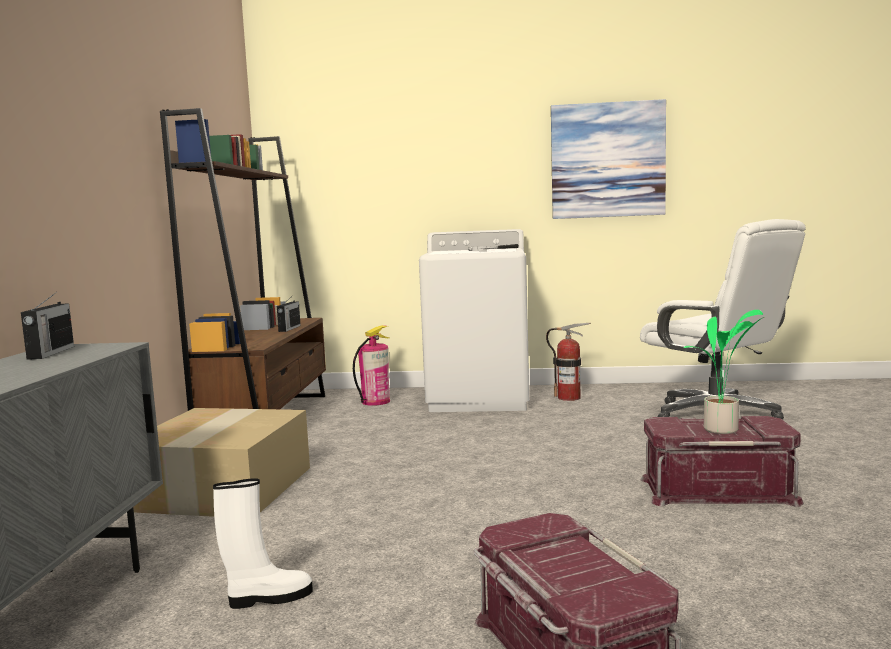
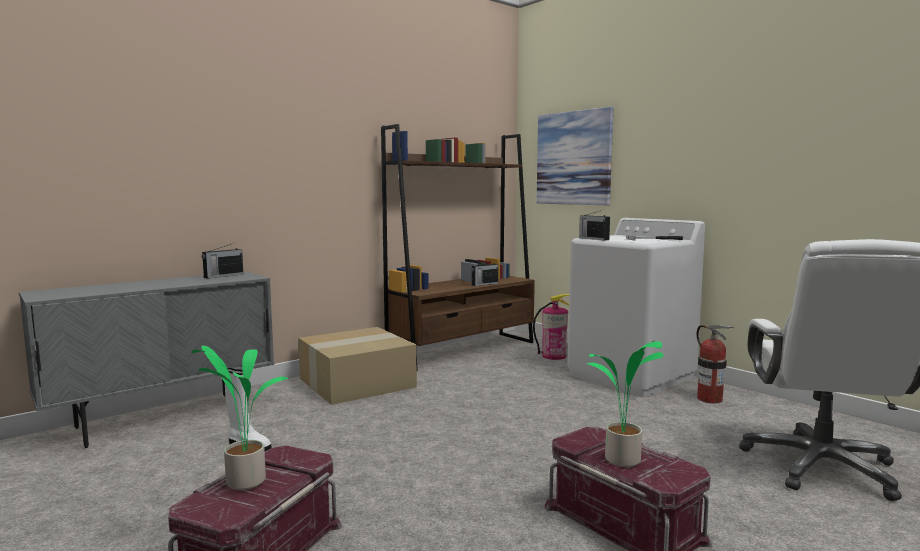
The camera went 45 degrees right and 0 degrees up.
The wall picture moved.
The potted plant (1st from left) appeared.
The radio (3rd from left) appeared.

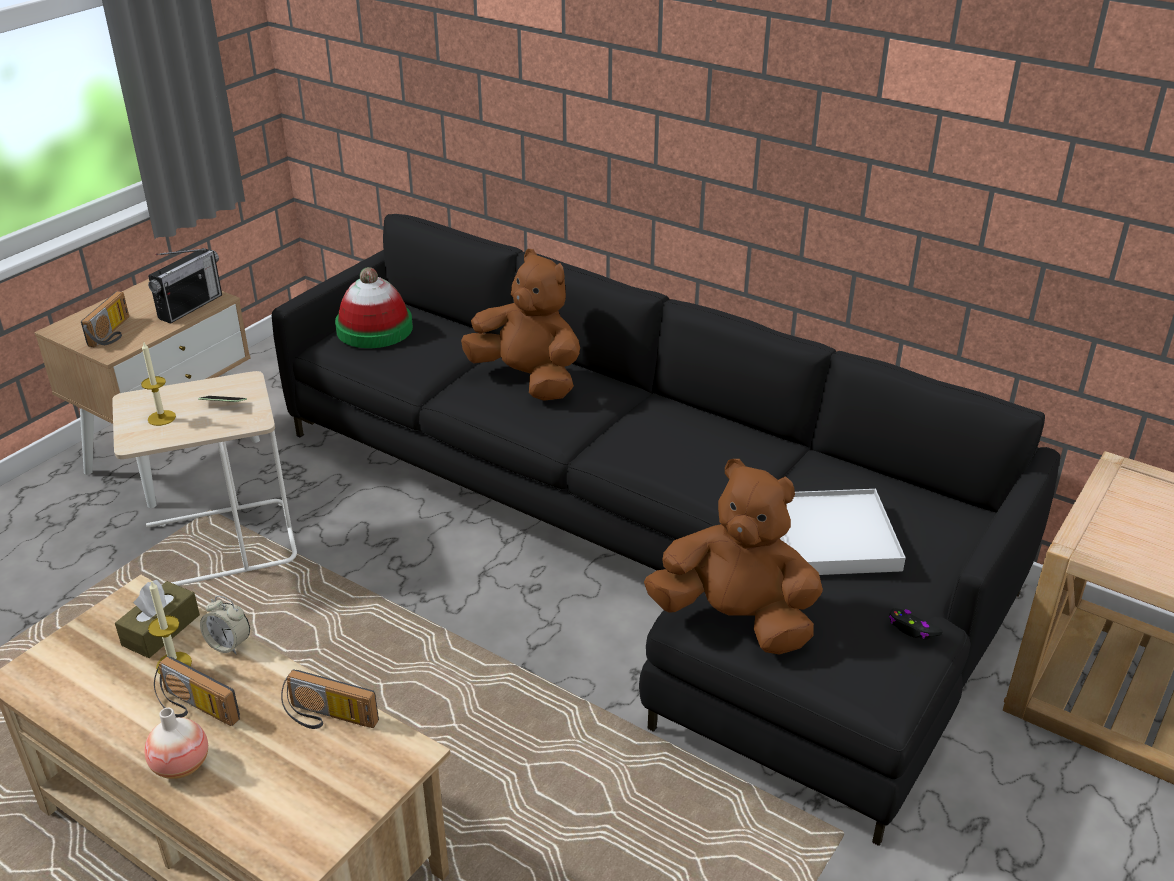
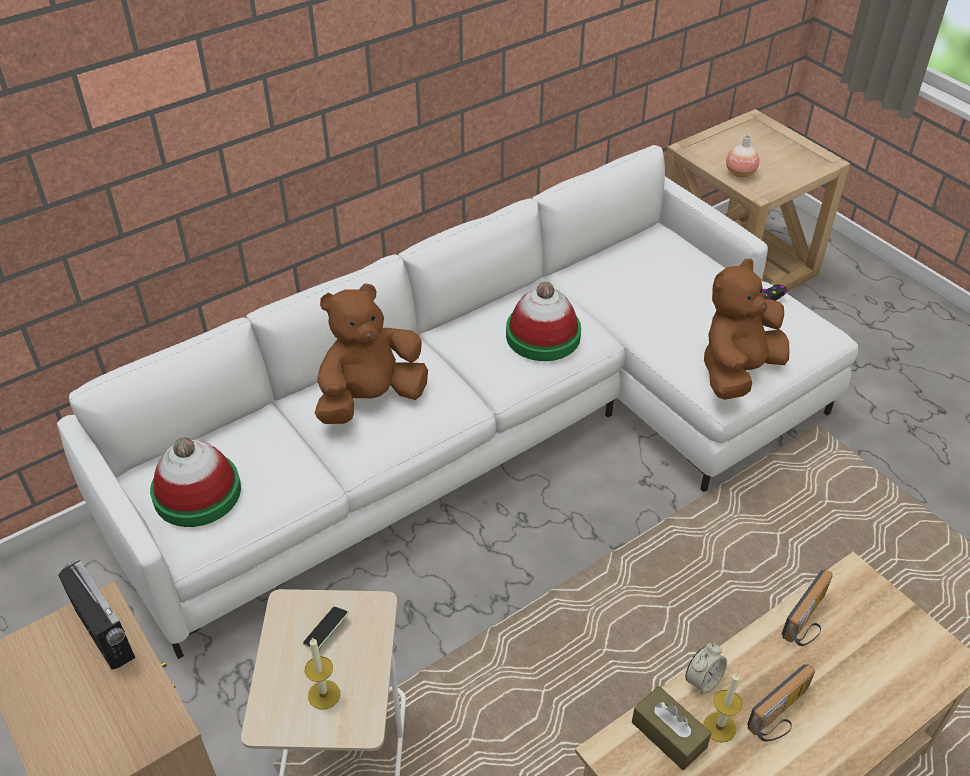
The camera went 70 degrees left and 10 degrees up.
The radio (1st from left) disappeared.
The vase moved.
The sofa (black) became the sofa (white).
The serving tray (white) disappeared.
The hat (2nd from left) appeared.

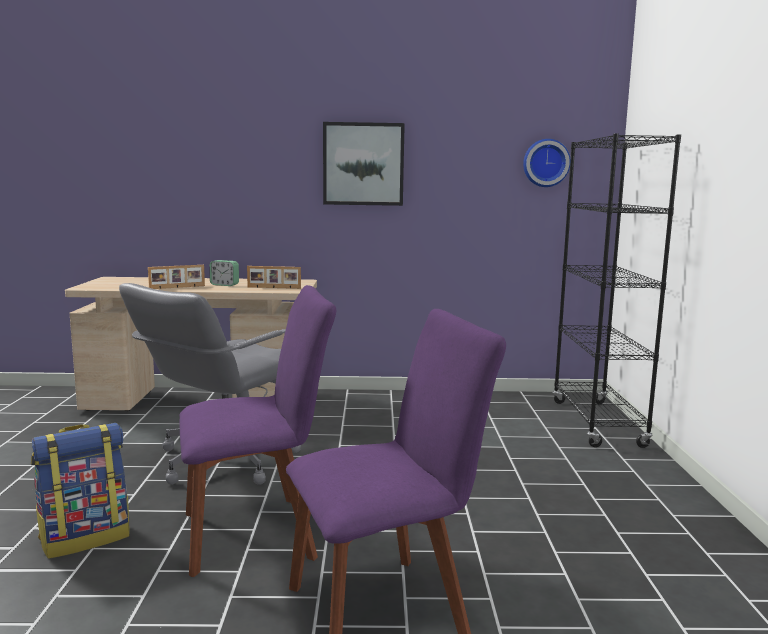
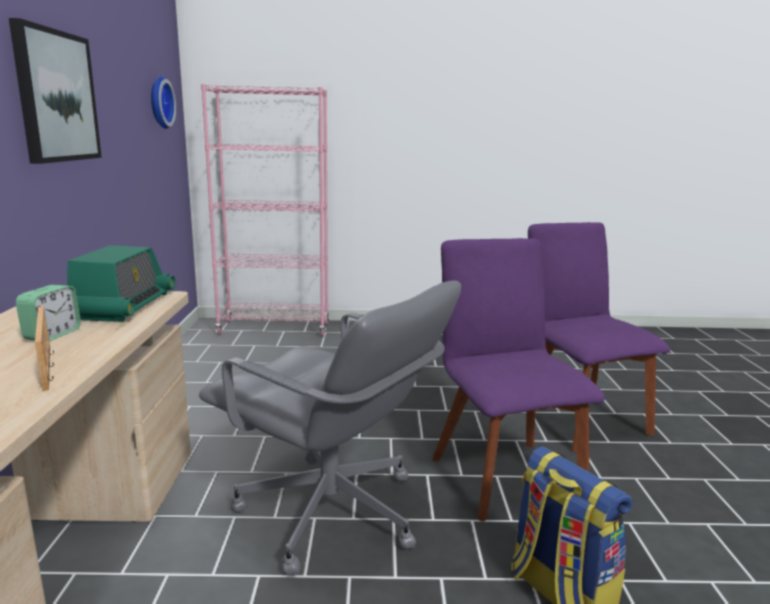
The camera went 90 degrees left and 5 degrees up.
The standing frame (2nd from left) was replaced by the radio.
The bookshelf (black) became the bookshelf (pink-coloured).

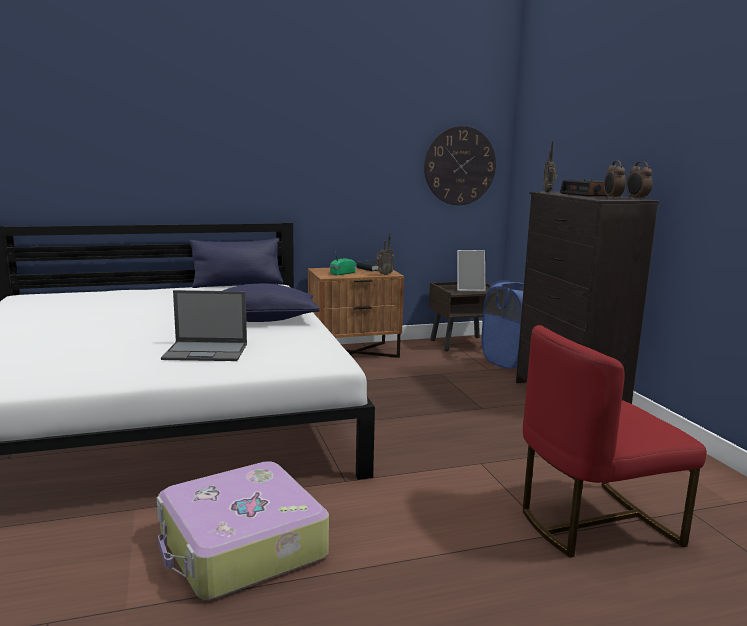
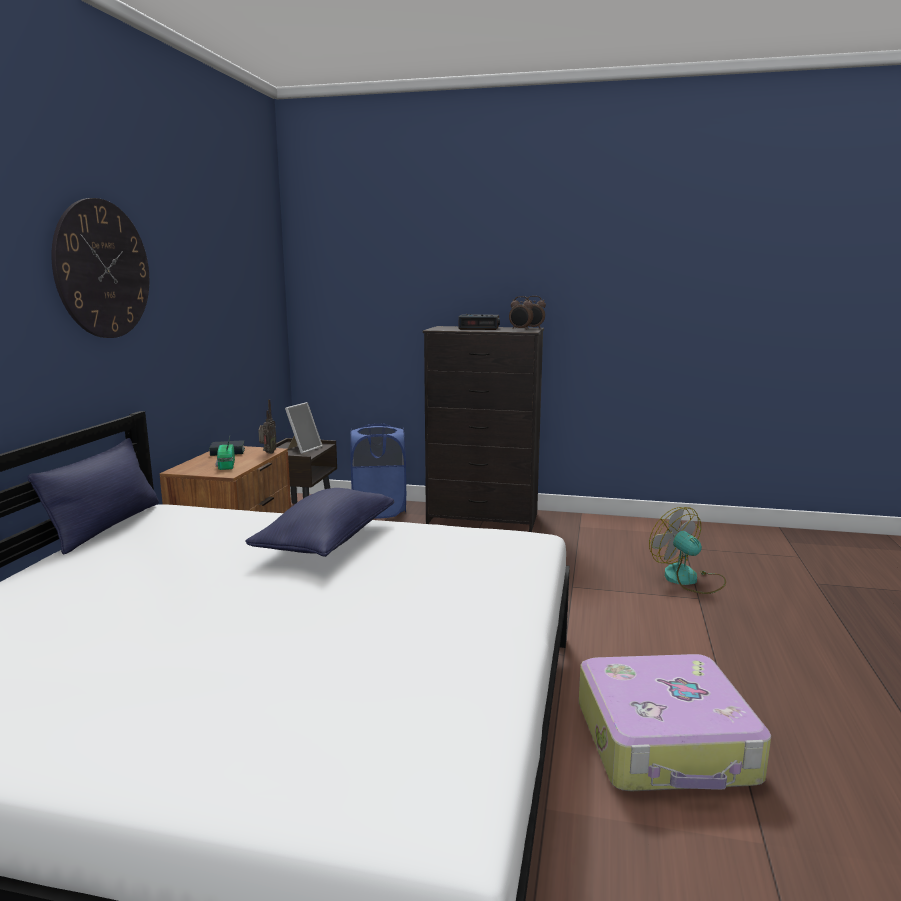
The camera went 60 degrees left and 0 degrees up.
The portable computer disappeared.
The clock on the wall moved.
The plain chair (red) was replaced by the fan.
The radio (3rd from left) disappeared.

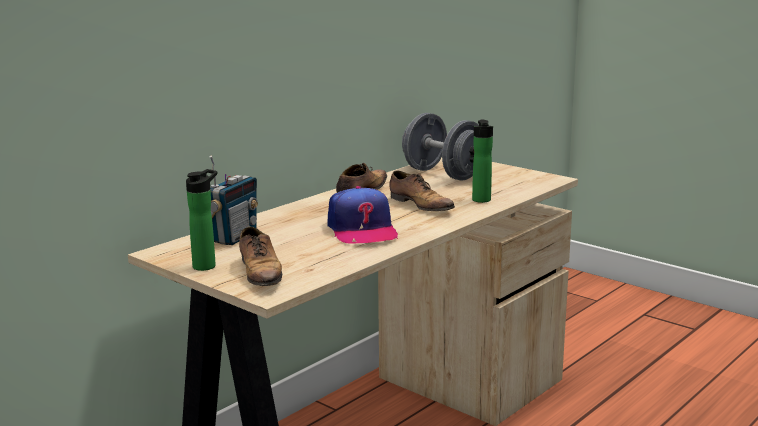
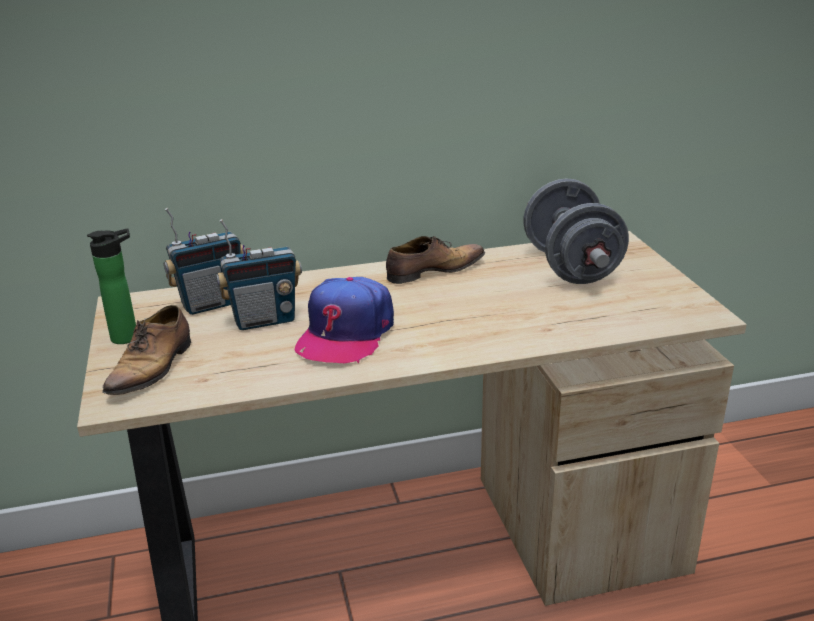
The camera went 35 degrees right and 10 degrees up.
The shoe (3rd from left) disappeared.
The drink bottle (2nd from left) disappeared.
The radio (2nd from left) appeared.

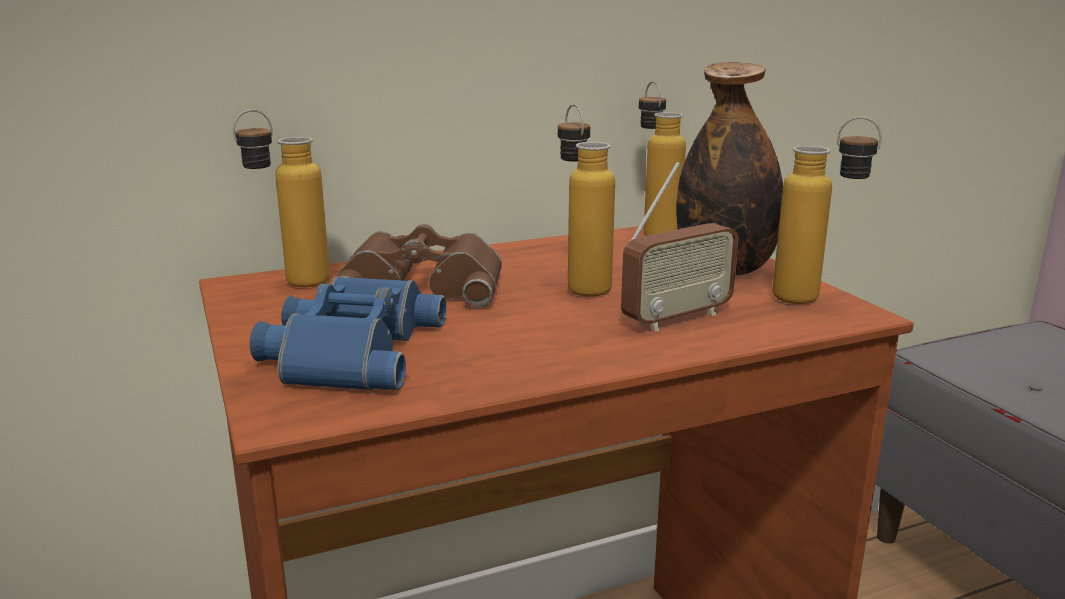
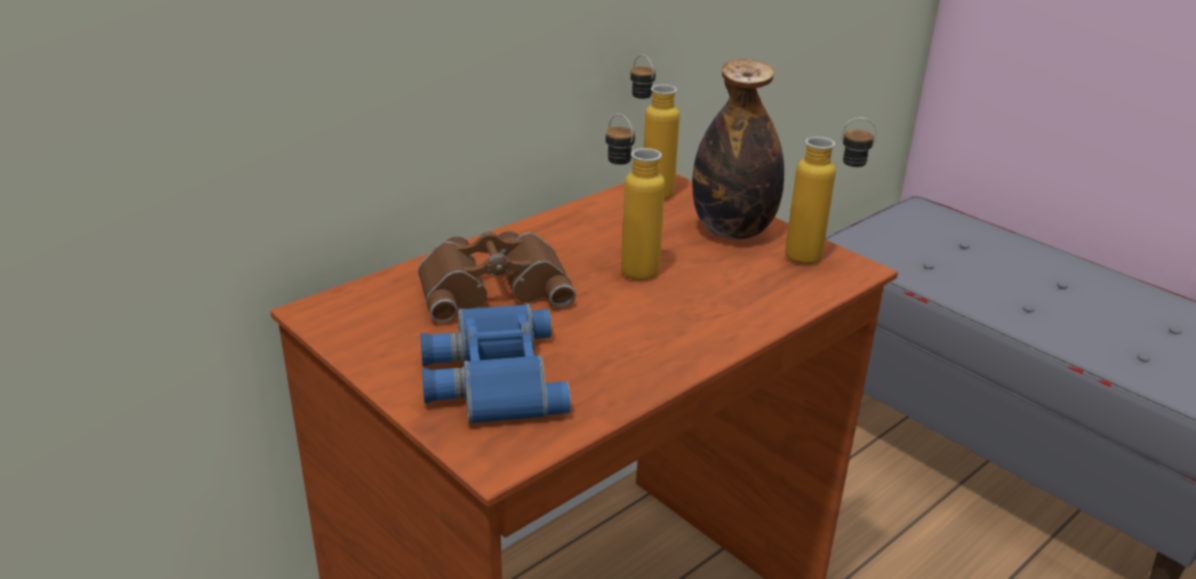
The camera went 20 degrees left and 10 degrees up.
The drink bottle (1st from left) disappeared.
The radio disappeared.

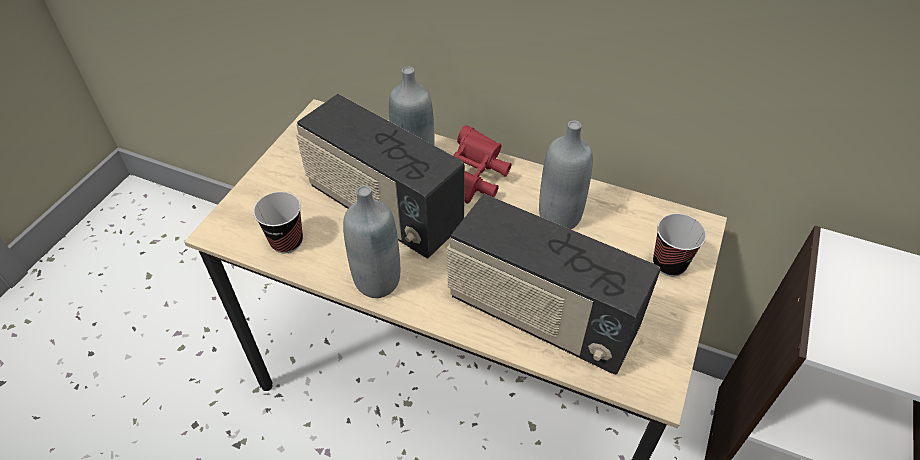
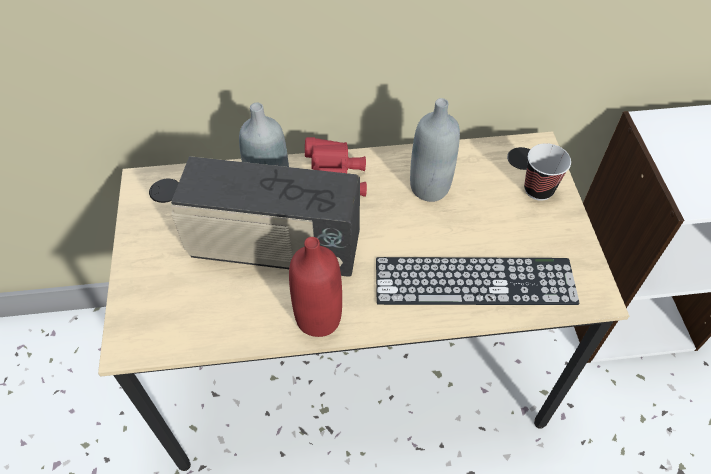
The camera went 30 degrees left and 5 degrees up.
The drinking cup (1st from left) disappeared.
The drink bottle (greyish) (1st from left) became the drink bottle (red).
The radio (2nd from left) was replaced by the PC keyboard.

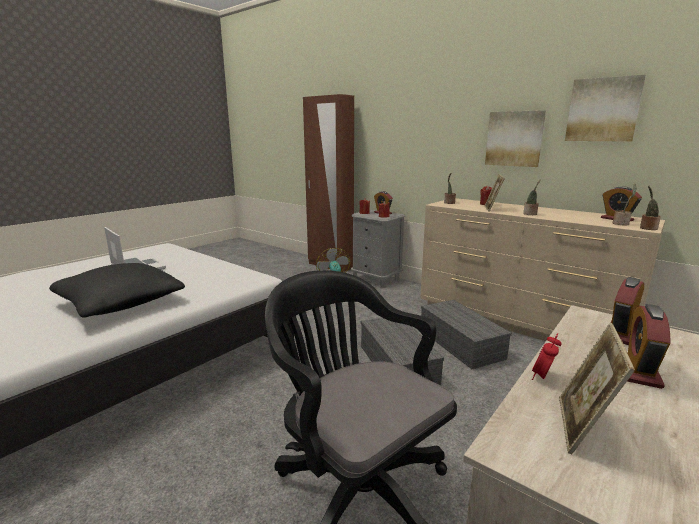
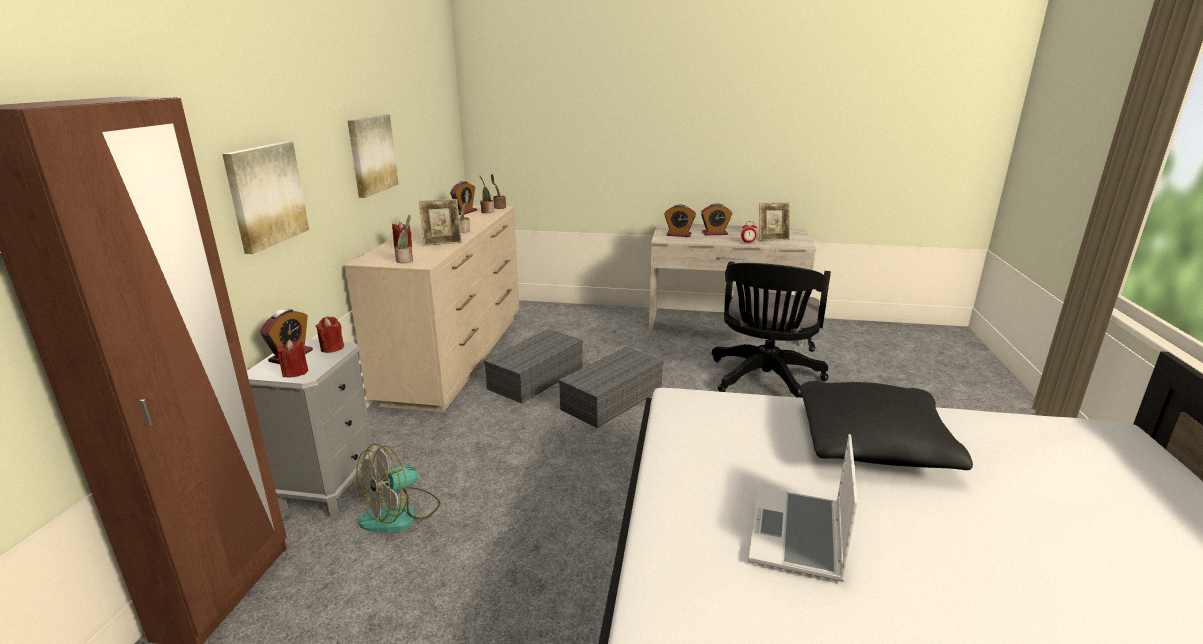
The camera went 120 degrees left and 5 degrees up.
The wall picture (2nd from left in the first image) moved.

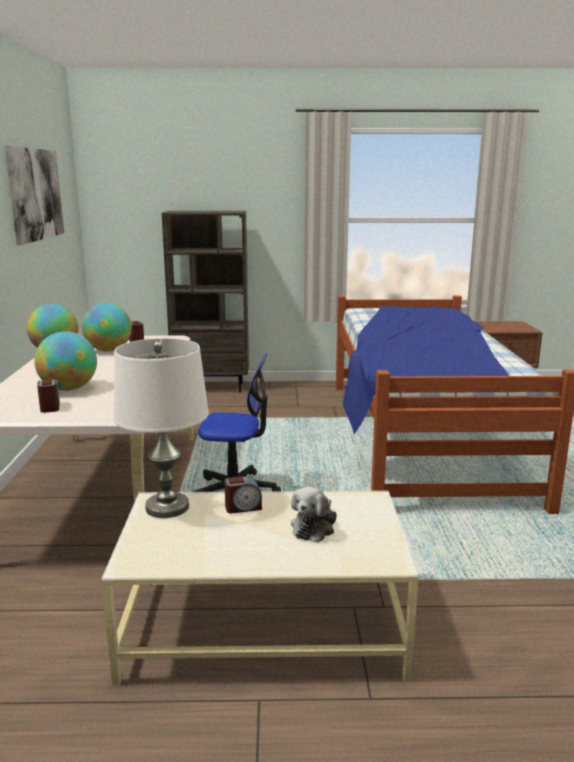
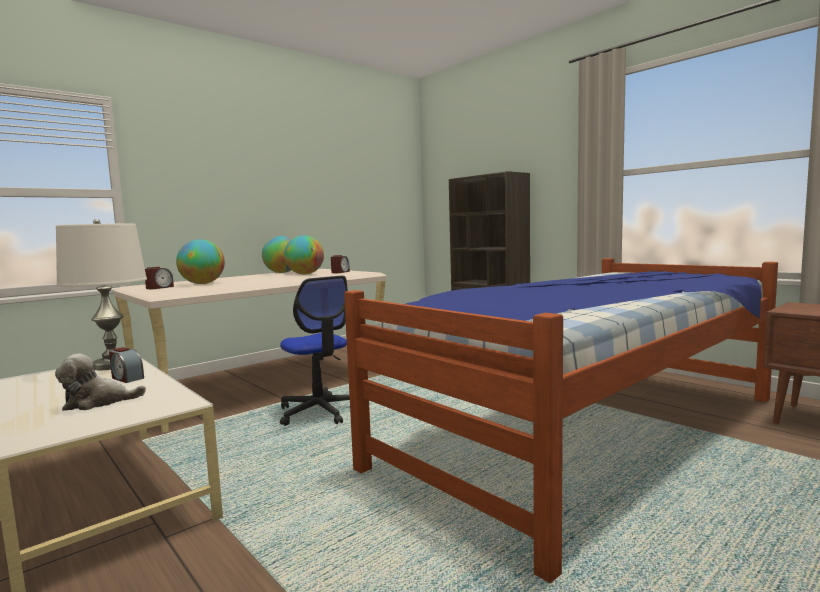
The camera went 50 degrees right and 10 degrees down.
The wall picture disappeared.

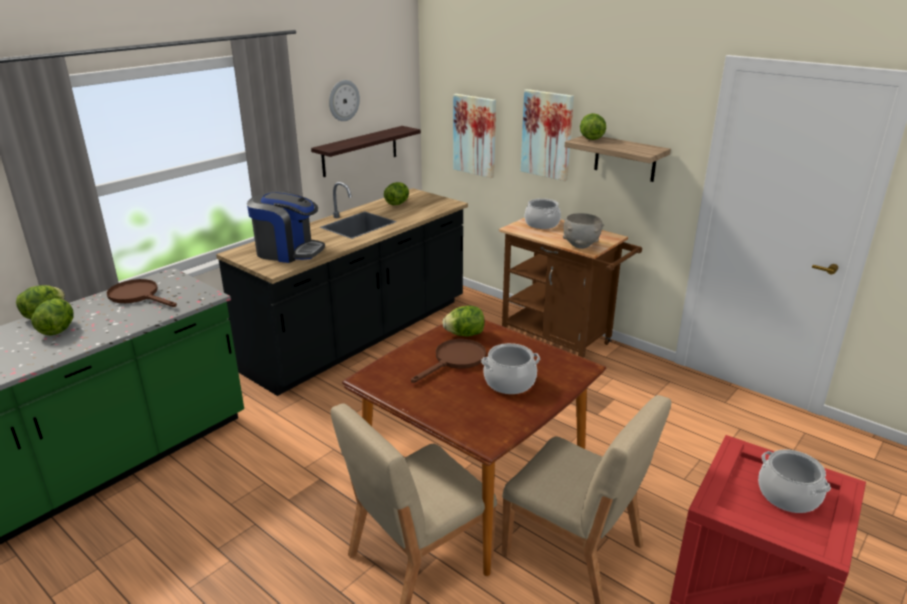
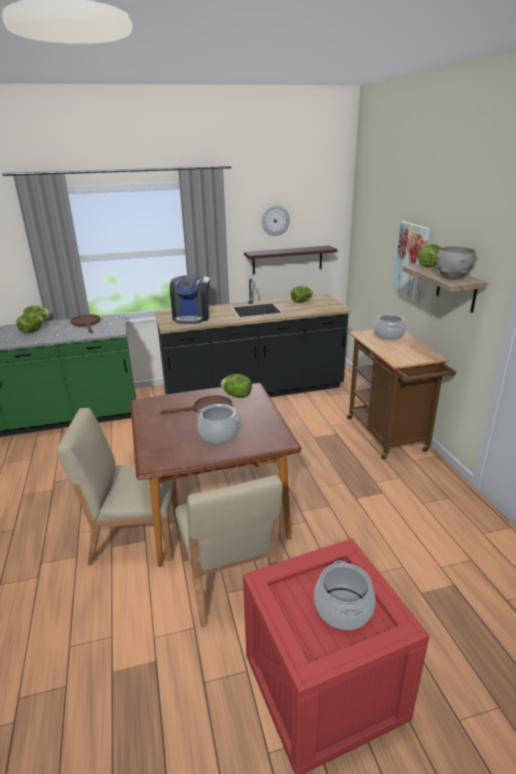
The camera went 35 degrees right and 0 degrees up.
The coffee maker turned 45 degrees clockwise.
The wall picture (1st from left) disappeared.
The bowl (greyish) moved.

